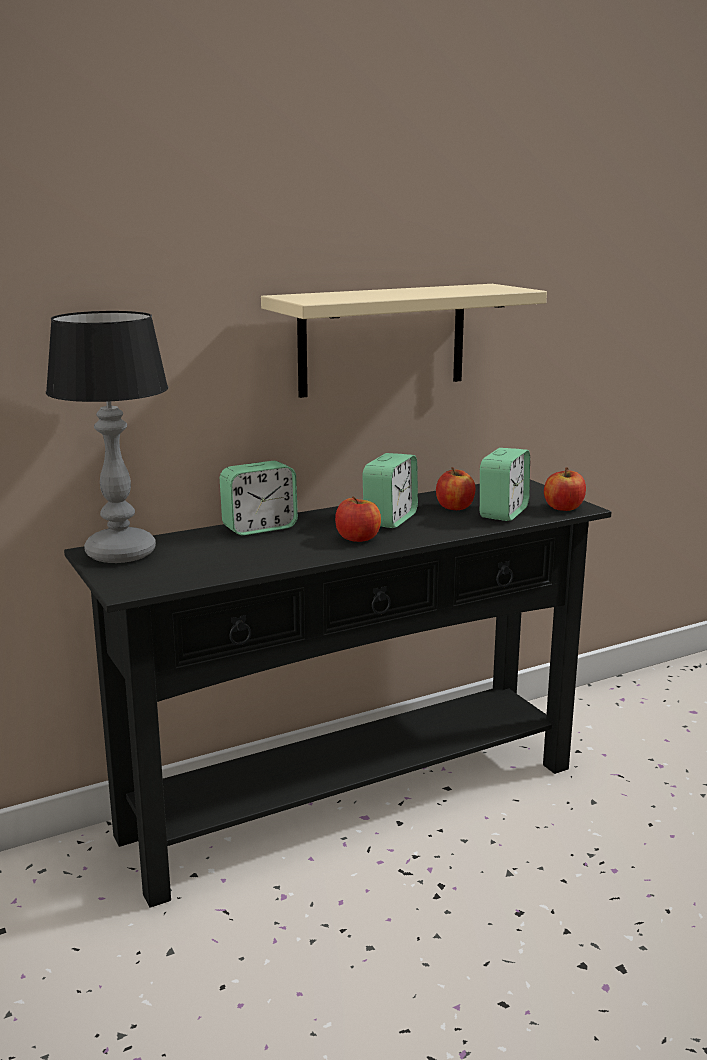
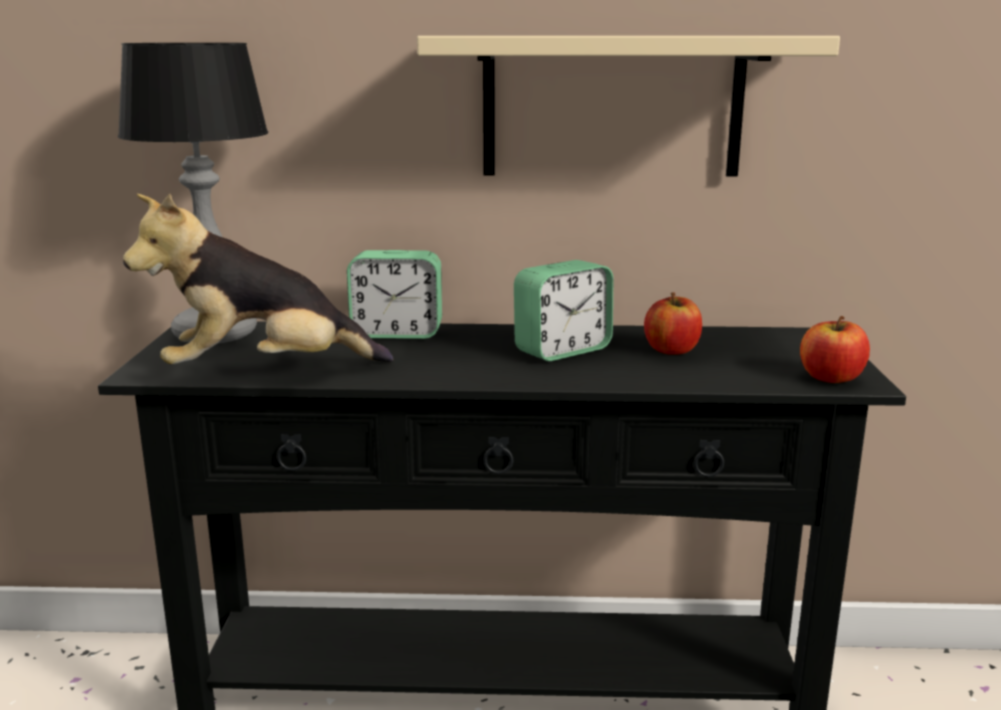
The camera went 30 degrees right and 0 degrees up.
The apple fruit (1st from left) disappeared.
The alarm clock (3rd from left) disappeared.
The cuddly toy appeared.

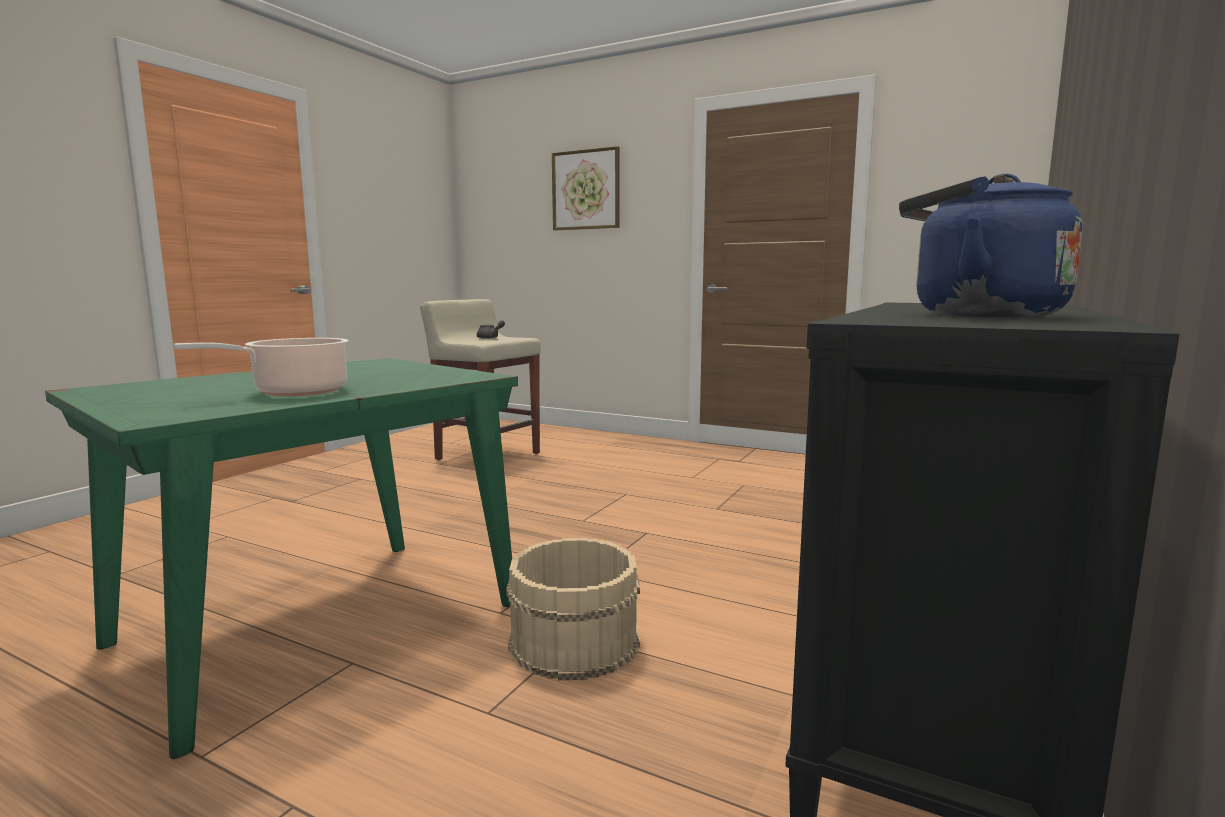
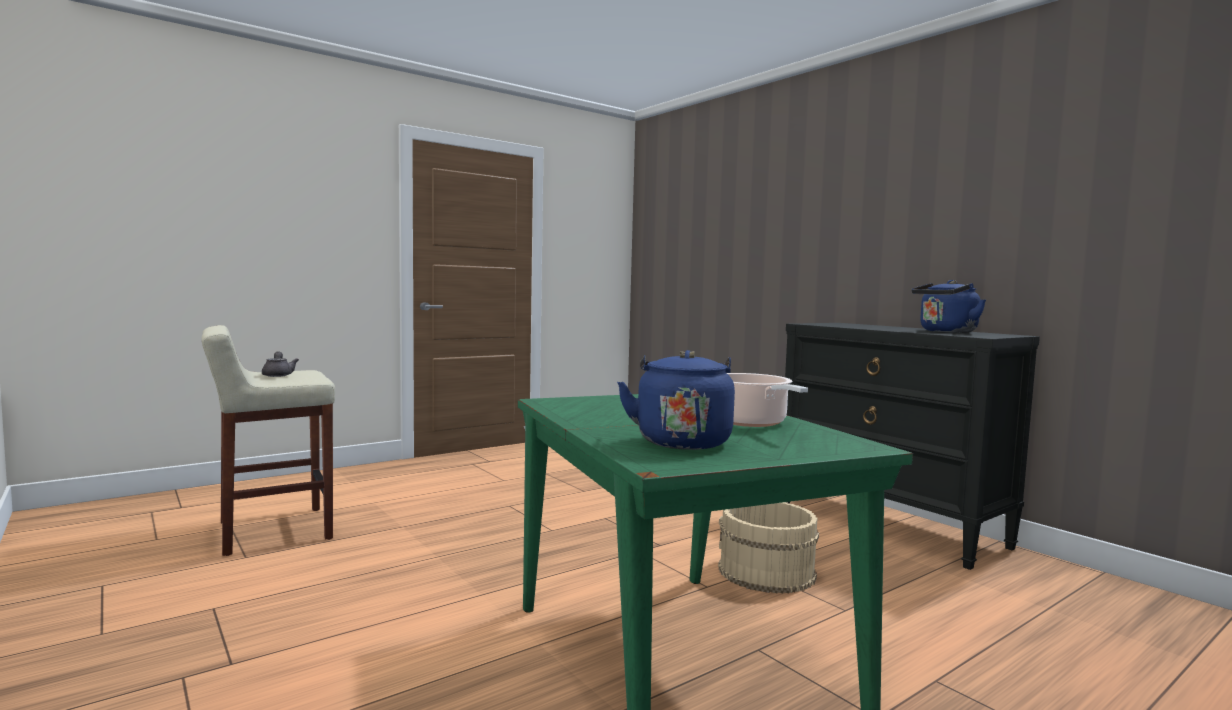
The camera went 65 degrees left and 5 degrees down.
The wall picture disappeared.
The kettle (bluish) (1st from left) appeared.

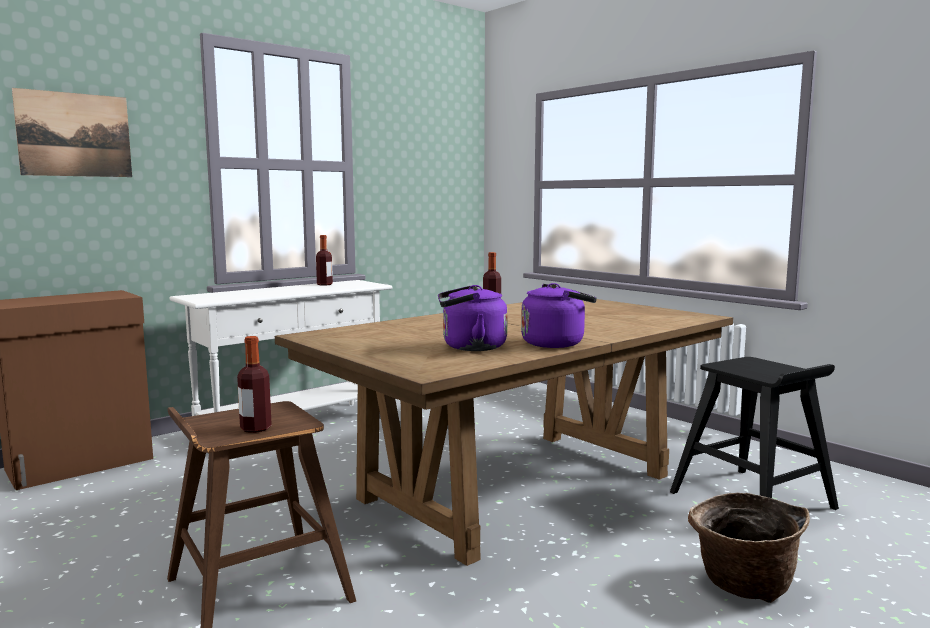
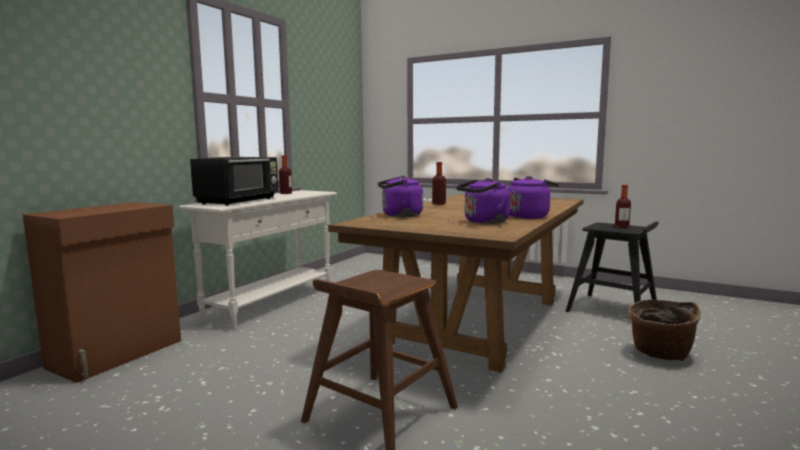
The camera went 20 degrees left and 0 degrees up.
The wall picture disappeared.
The drink bottle (1st from left in the first image) moved.
The kitchen microwave (black) appeared.
The kettle (purple-coloured) (1st from left) appeared.

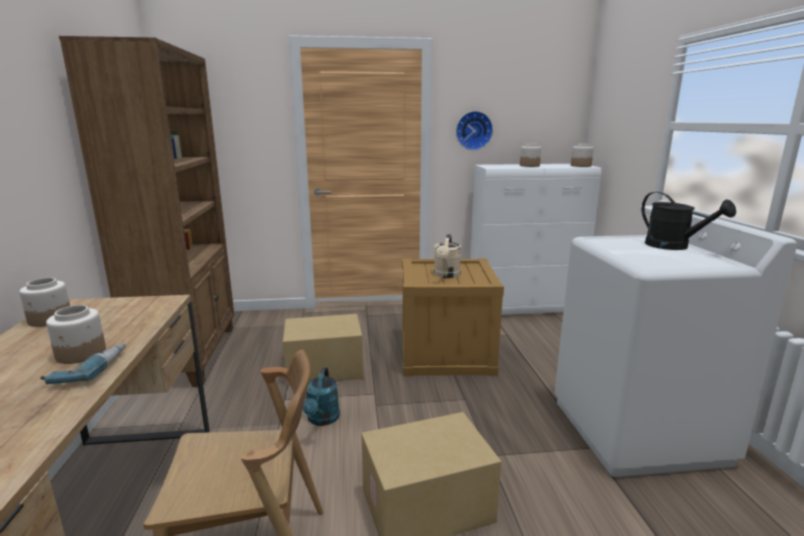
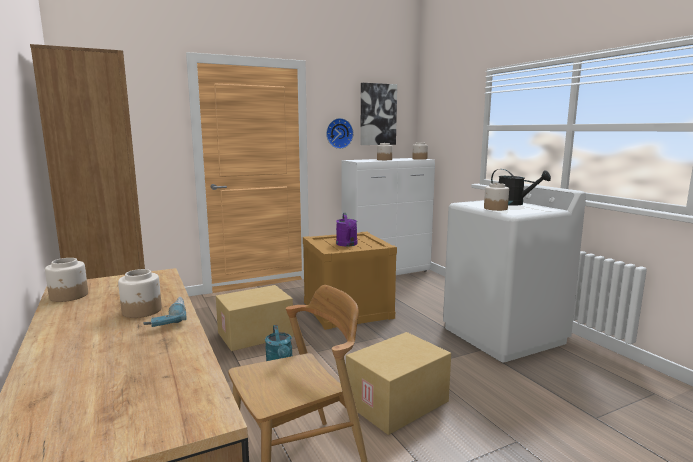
The camera went 20 degrees left and 5 degrees down.
The watering can (beige) became the watering can (purple-coloured).
The wall picture appeared.
The storage jar (5th from left) appeared.

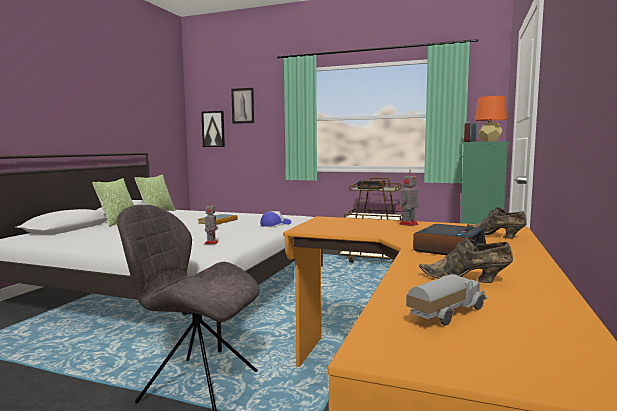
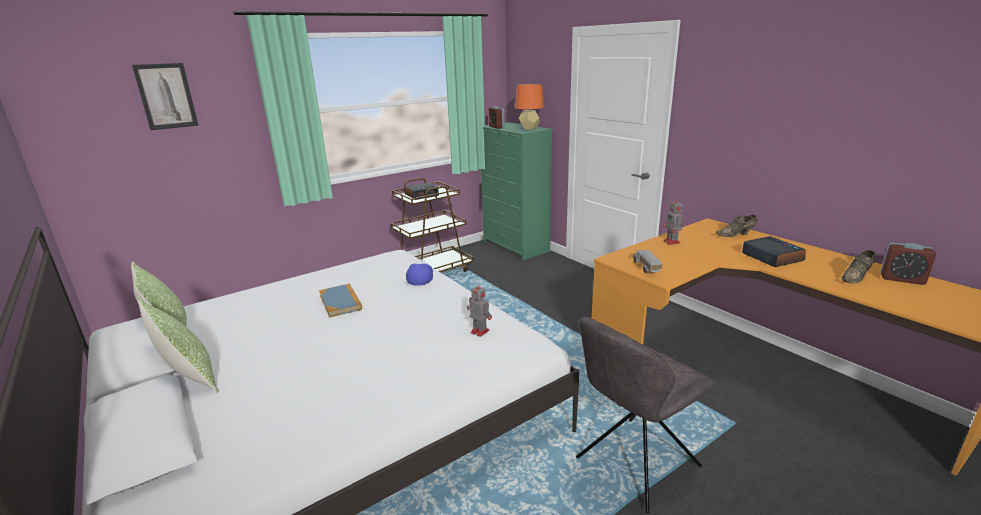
The camera went 55 degrees left and 15 degrees up.
The wall picture (1st from left) disappeared.
The toy lorry moved.
The alarm clock (4th from left) appeared.

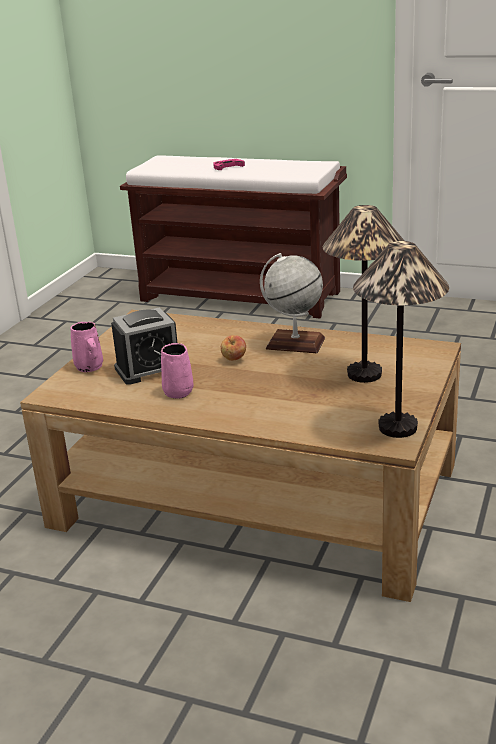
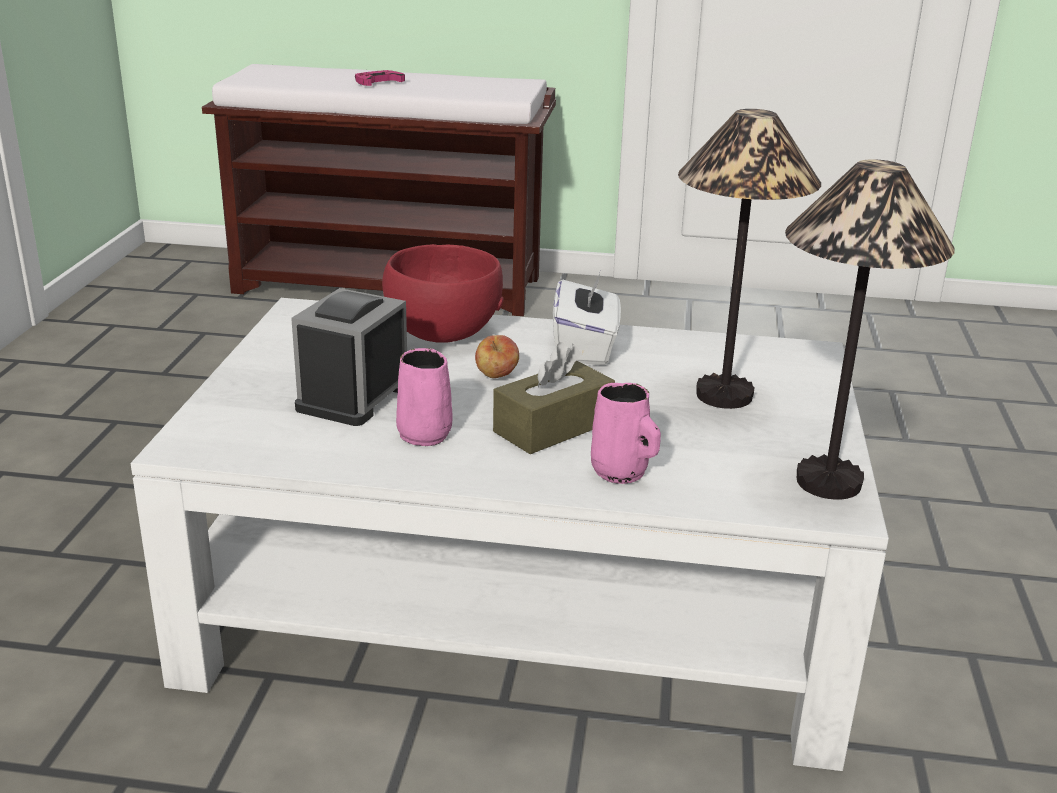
The camera went 15 degrees left and 0 degrees up.
The lounge table (brown-coloured) became the lounge table (white).
The mug (pink-coloured) (1st from left in the first image) moved.
The alarm clock turned 150 degrees clockwise.
The globe was replaced by the tissue box (white).
The bowl (red) appeared.
The tissue box (brown-coloured) appeared.

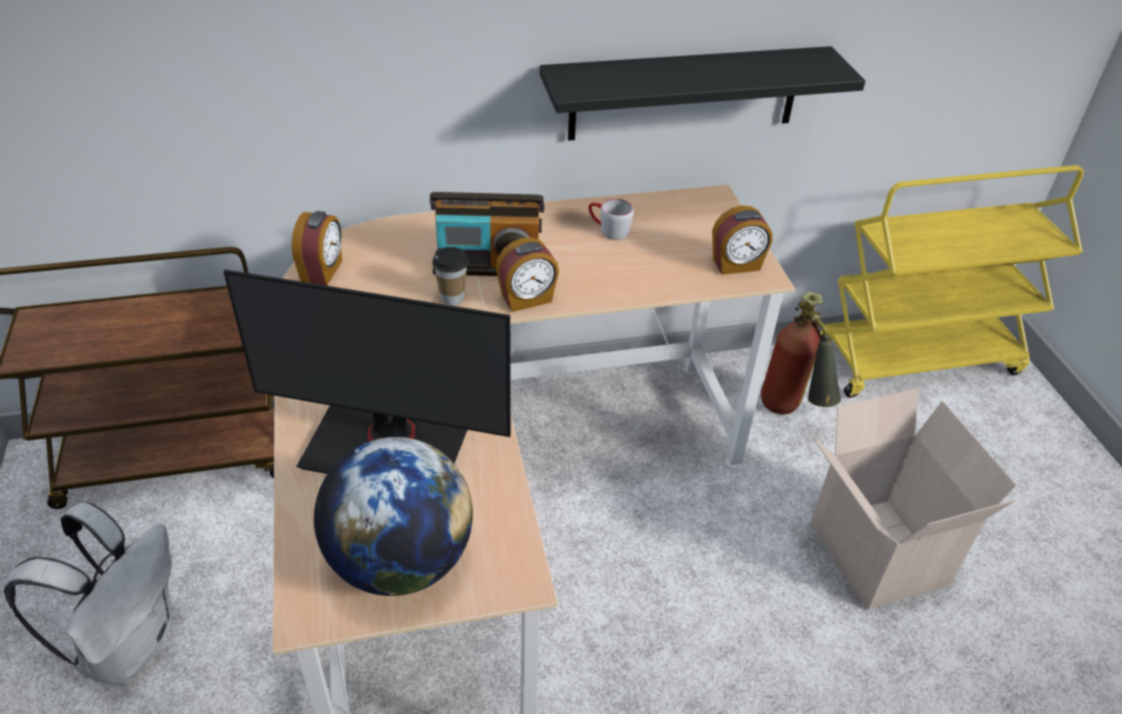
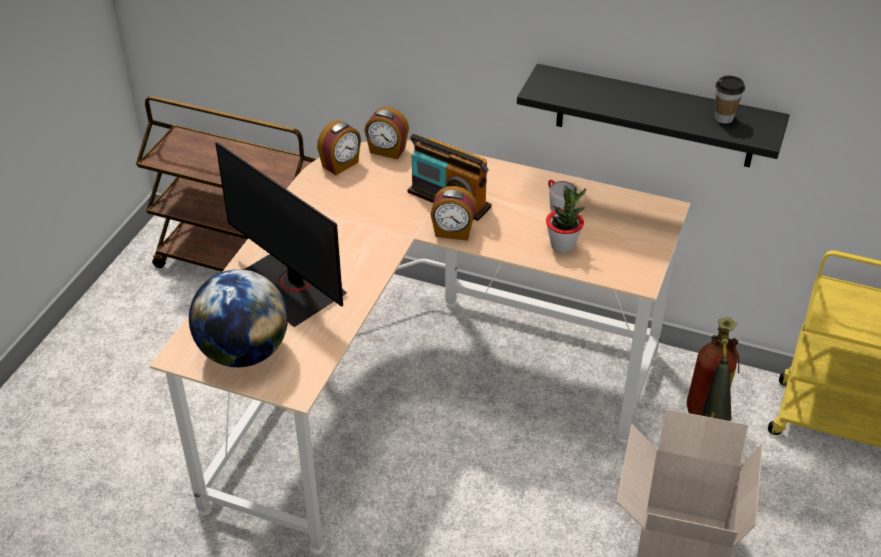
The camera went 35 degrees right and 0 degrees up.
The rucksack (white) disappeared.
The drinking cup moved.
The alarm clock (3rd from left in the first image) moved.
The potted plant appeared.

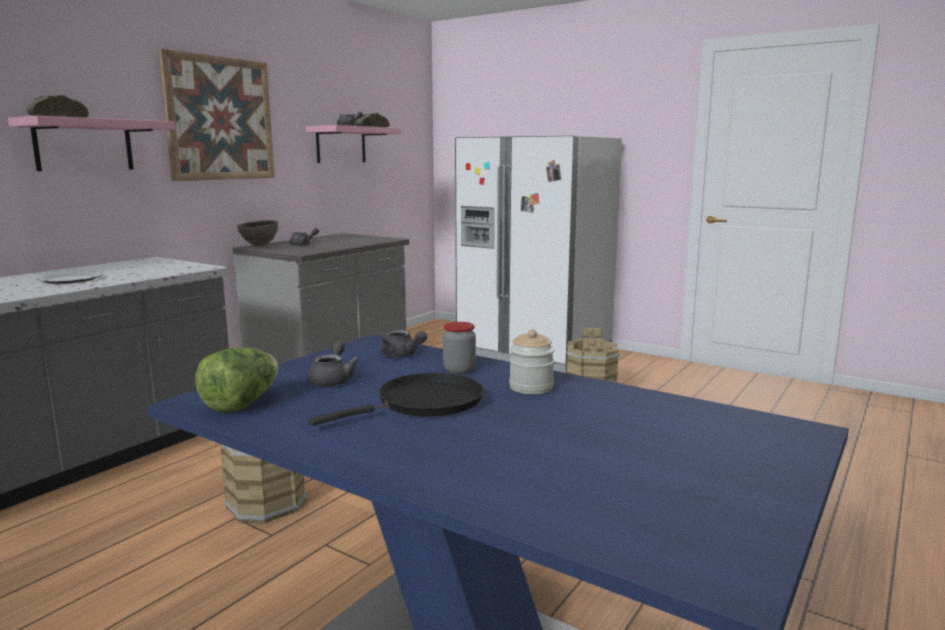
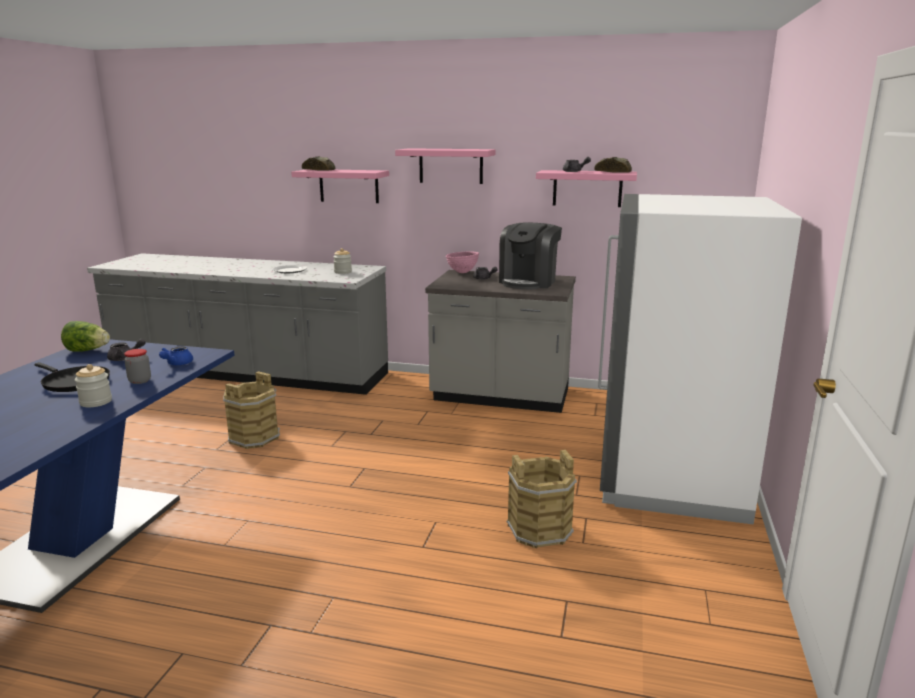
The camera went 70 degrees right and 5 degrees up.
The wall picture was replaced by the bracket shelf (pink-coloured) (2nd from left).
The bowl (brown-coloured) became the bowl (pink-coloured).
The teapot (greyish) (4th from left) became the teapot (bluish).
The storage jar (3rd from left) appeared.
The coffee maker appeared.

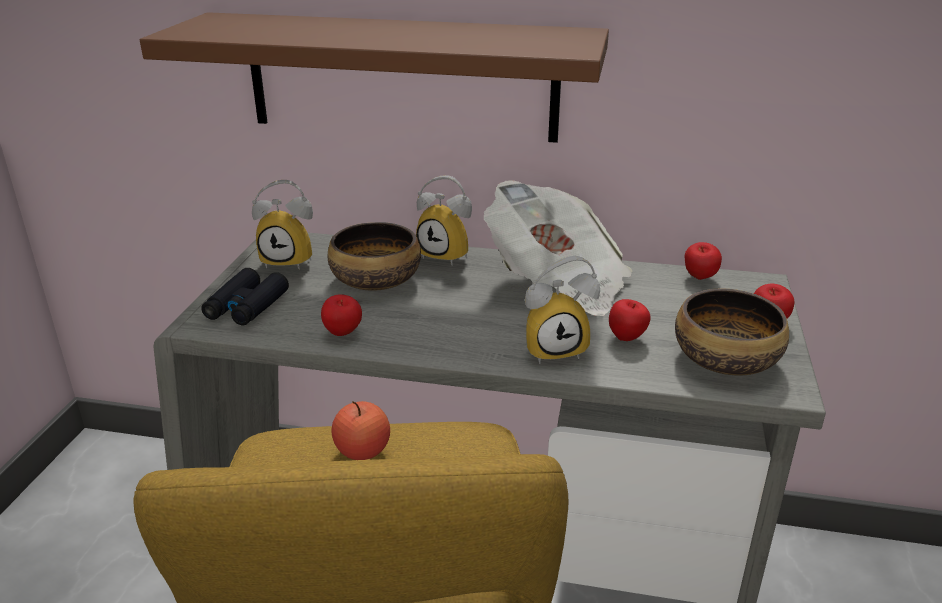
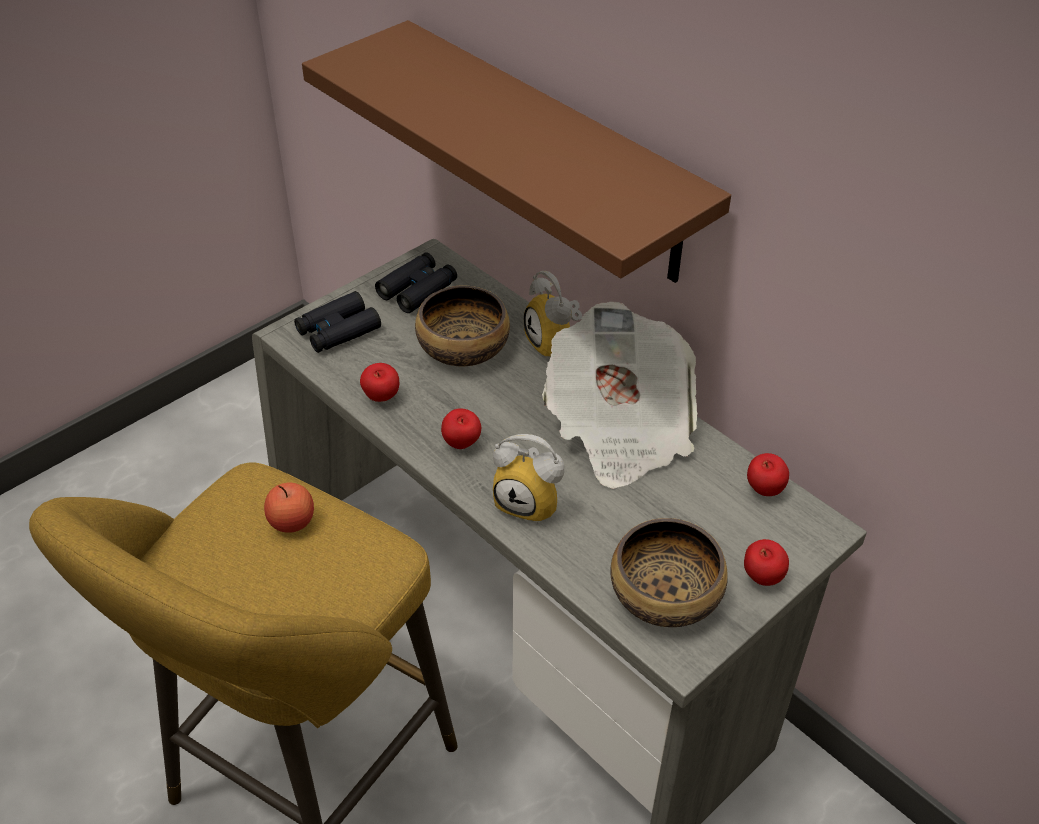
The camera went 35 degrees right and 15 degrees up.
The alarm clock (1st from left) was replaced by the pair of binoculars (black) (2nd from left).
The apple fruit (3rd from left) moved.

